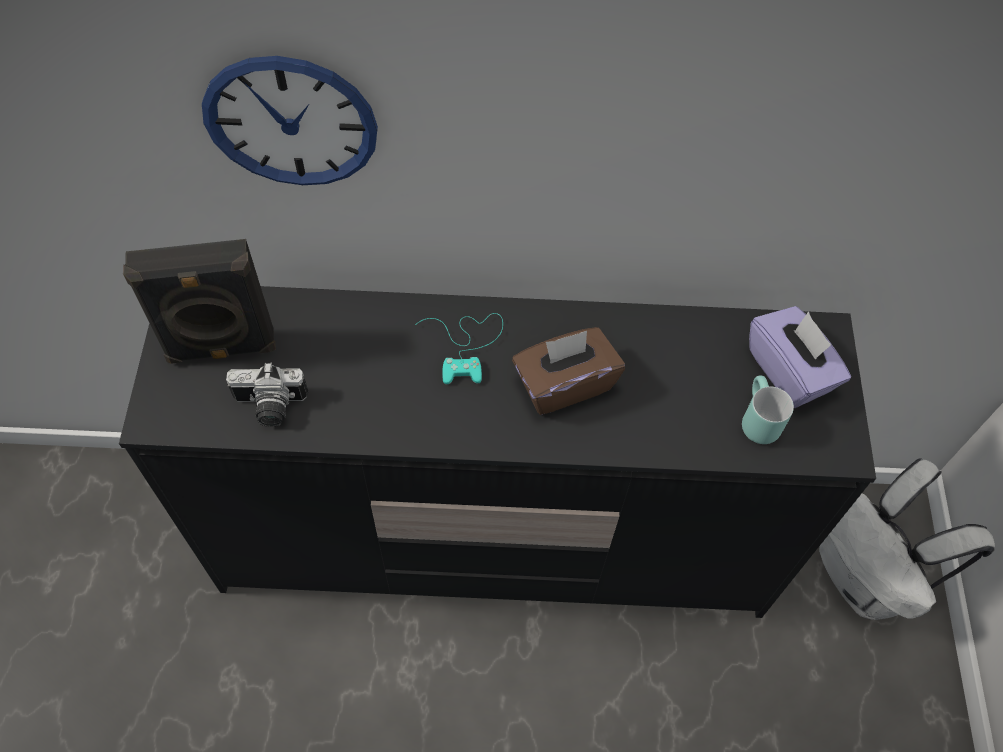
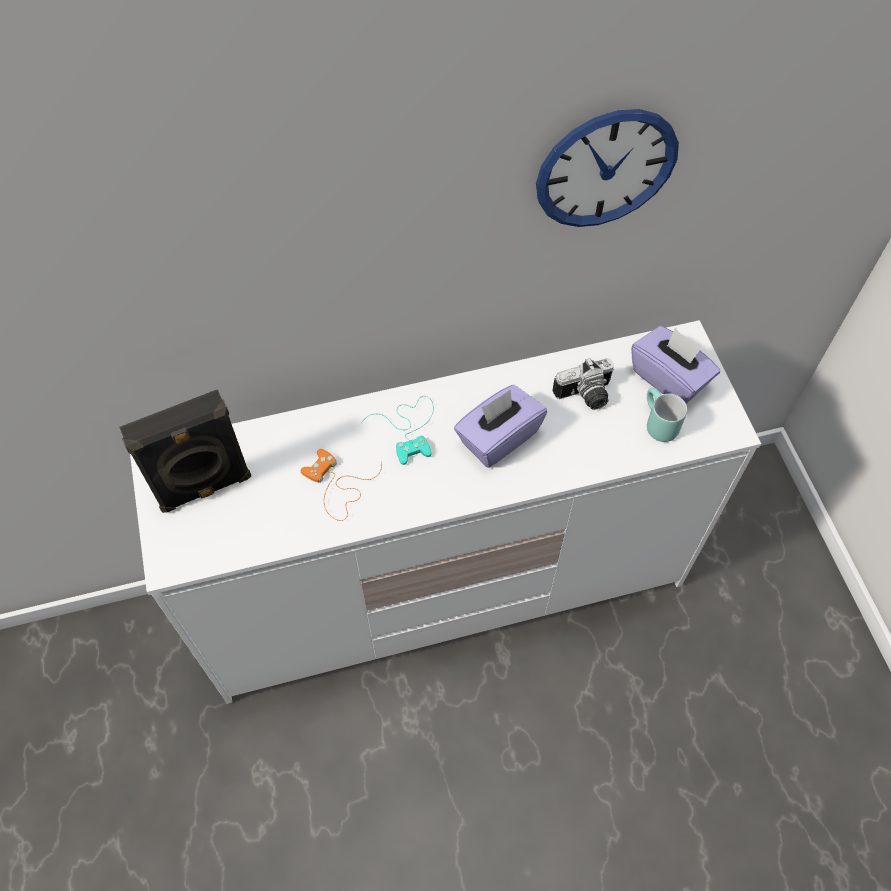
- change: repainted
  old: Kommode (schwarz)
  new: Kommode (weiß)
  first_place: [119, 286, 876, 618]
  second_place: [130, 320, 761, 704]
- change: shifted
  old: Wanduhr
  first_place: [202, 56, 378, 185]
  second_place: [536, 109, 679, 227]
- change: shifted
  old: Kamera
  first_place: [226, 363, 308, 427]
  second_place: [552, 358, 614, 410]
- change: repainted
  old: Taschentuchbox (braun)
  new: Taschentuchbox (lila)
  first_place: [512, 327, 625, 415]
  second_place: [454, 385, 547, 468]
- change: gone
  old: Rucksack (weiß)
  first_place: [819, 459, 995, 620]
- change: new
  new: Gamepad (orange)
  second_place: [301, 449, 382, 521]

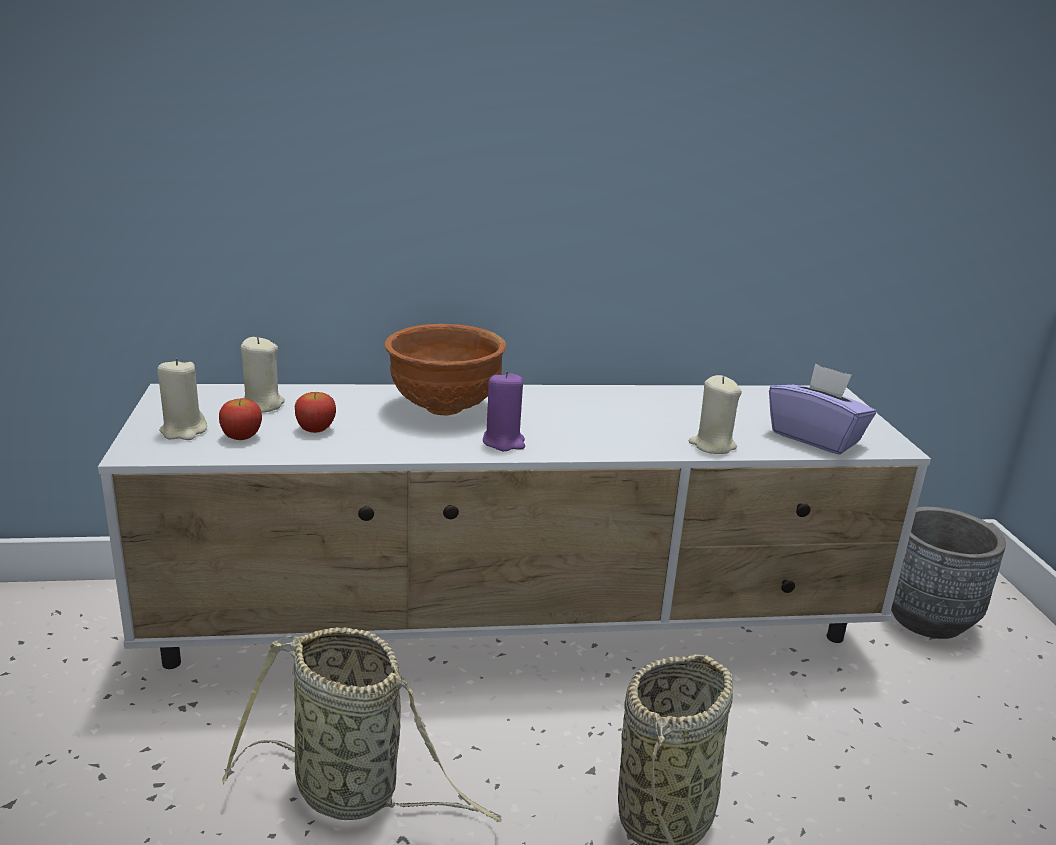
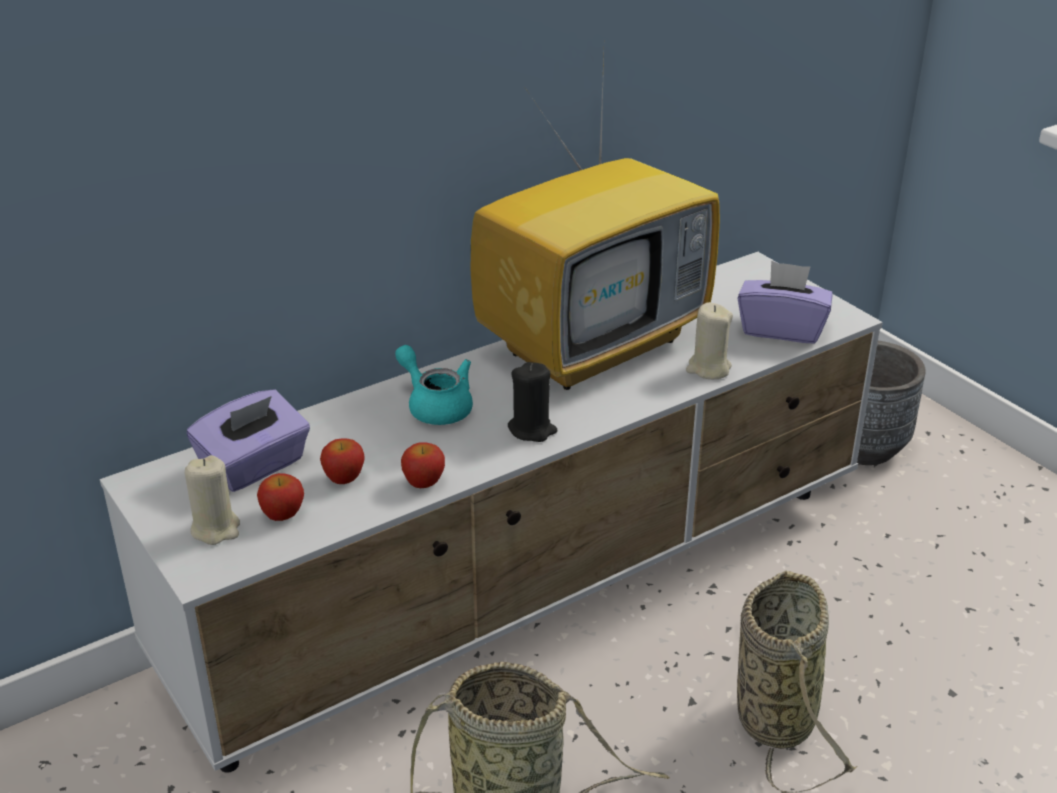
- change: swapped
  old: Kerze (beige)
  new: Taschentuchbox (lila)
  first_place: [241, 337, 285, 412]
  second_place: [187, 389, 310, 492]
- change: swapped
  old: Schüssel (braun)
  new: Teekanne (türkis)
  first_place: [385, 324, 506, 416]
  second_place: [395, 345, 473, 425]
- change: repainted
  old: Kerze (lila)
  new: Kerze (schwarz)
  first_place: [483, 371, 525, 451]
  second_place: [508, 362, 557, 442]
- change: new
  new: Apfel
  second_place: [401, 442, 445, 488]
- change: new
  new: Fernseher
  second_place: [471, 55, 720, 390]

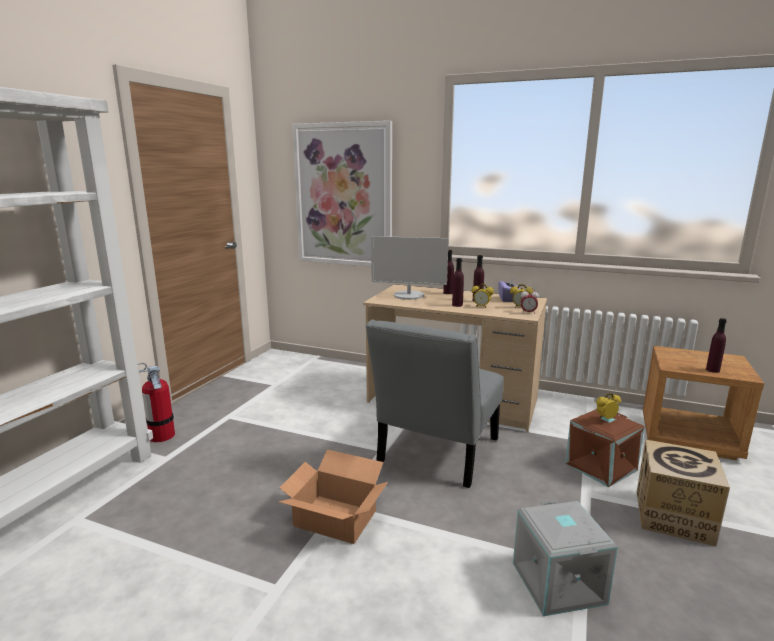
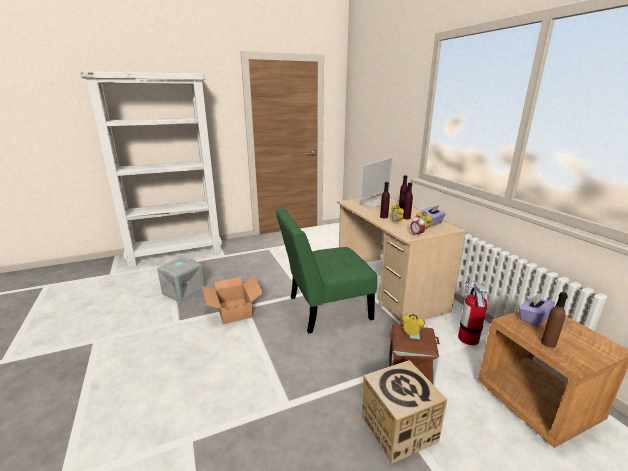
- change: shifted
  old: Feuerlöscher
  first_place: [137, 363, 175, 442]
  second_place: [458, 280, 488, 345]
- change: gone
  old: Bild
  first_place: [292, 121, 392, 267]
- change: repainted
  old: Stuhl (grau)
  new: Stuhl (grün)
  first_place: [366, 319, 504, 488]
  second_place: [276, 208, 377, 333]
- change: rotated
  old: Monitor
  first_place: [371, 236, 449, 300]
  second_place: [360, 158, 392, 207]
  degrees: -105
- change: shifted
  old: Aufbewahrungsbox (grau)
  first_place: [513, 501, 618, 616]
  second_place: [157, 257, 204, 303]
- change: repainted
  old: Flasche (lila)
  new: Flasche (braun)
  first_place: [706, 318, 727, 373]
  second_place: [541, 292, 568, 348]
- change: new
  new: Taschentuchbox (lila)
  second_place: [519, 293, 555, 327]

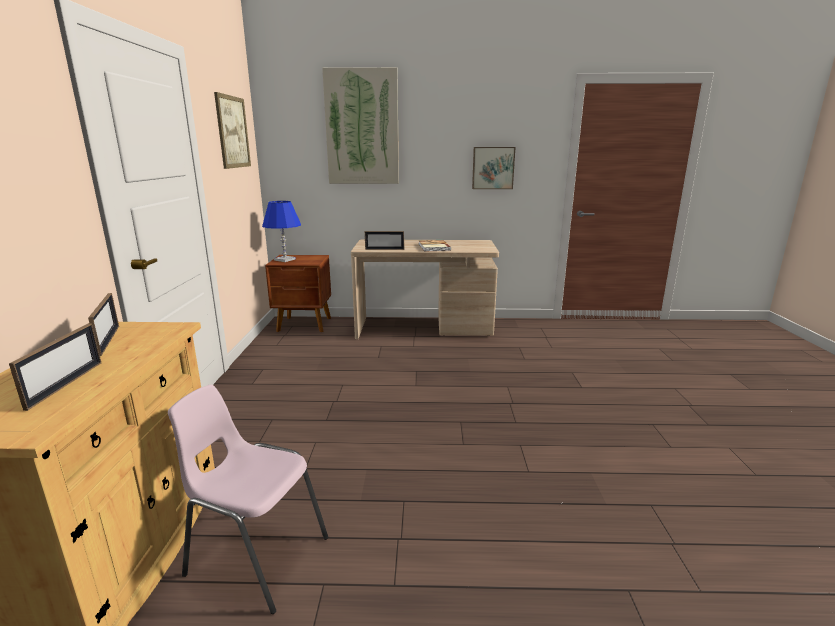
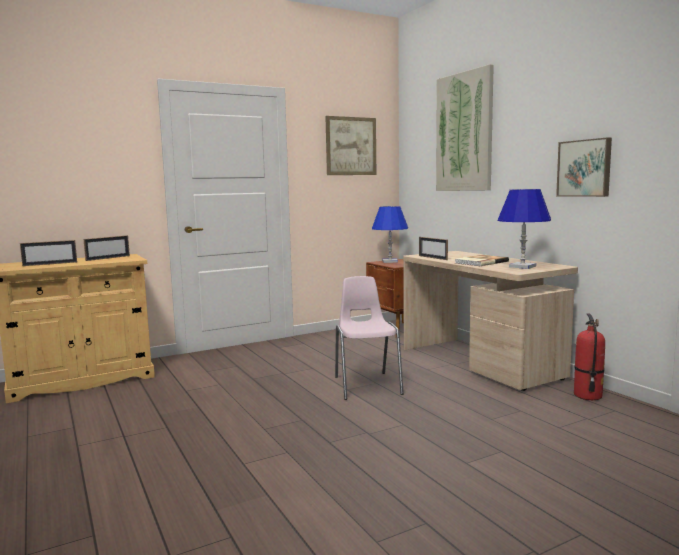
- change: shifted
  old: Stuhl (rosa)
  first_place: [168, 384, 328, 614]
  second_place: [335, 276, 404, 400]
- change: new
  new: Tischlampe (blau)
  second_place: [498, 189, 551, 269]
- change: new
  new: Feuerlöscher
  second_place: [574, 313, 605, 400]

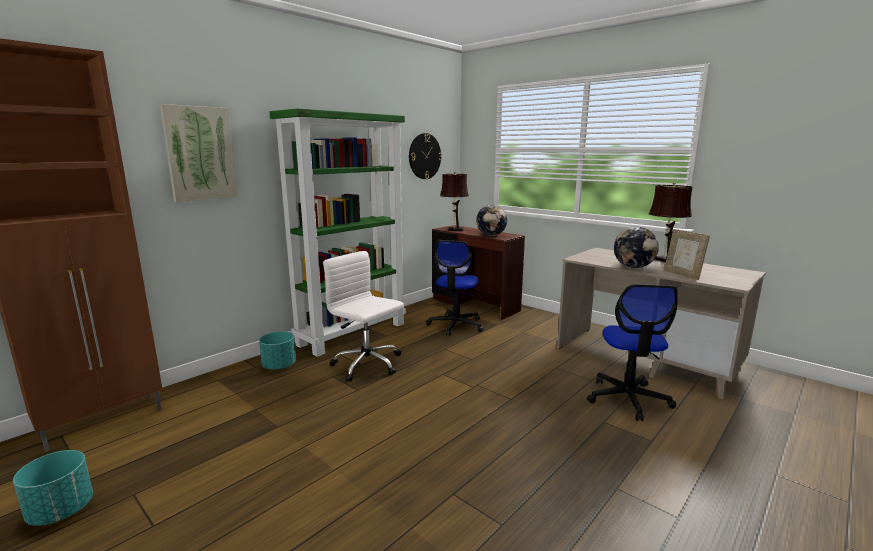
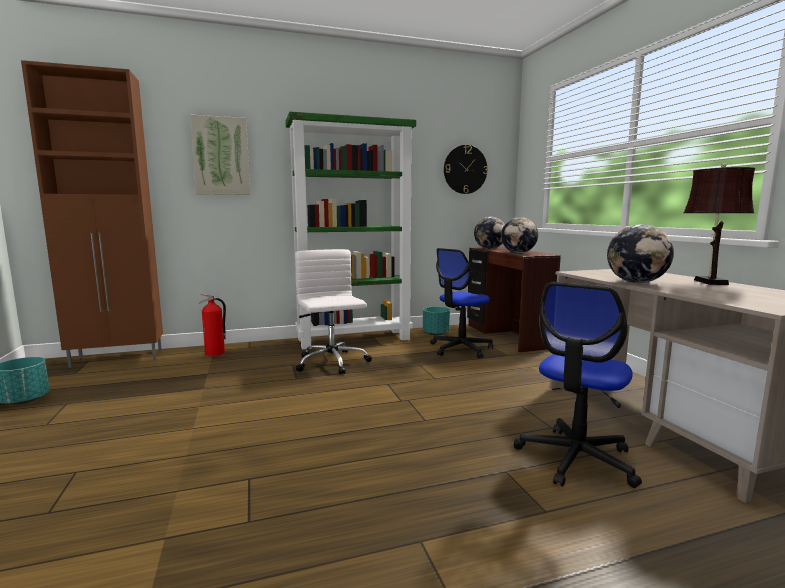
- change: shifted
  old: Pflanzkübel (türkis)
  first_place: [259, 331, 296, 370]
  second_place: [423, 307, 450, 336]
- change: swapped
  old: Tischlampe (braun)
  new: Globus
  first_place: [440, 171, 469, 231]
  second_place: [474, 216, 505, 249]
- change: gone
  old: Bilderrahmen
  first_place: [664, 229, 710, 280]
- change: new
  new: Feuerlöscher
  second_place: [199, 293, 226, 356]

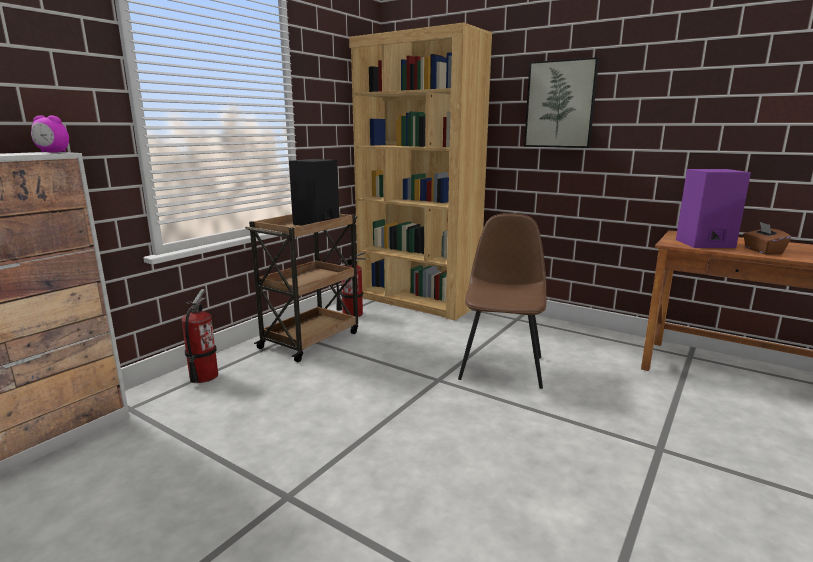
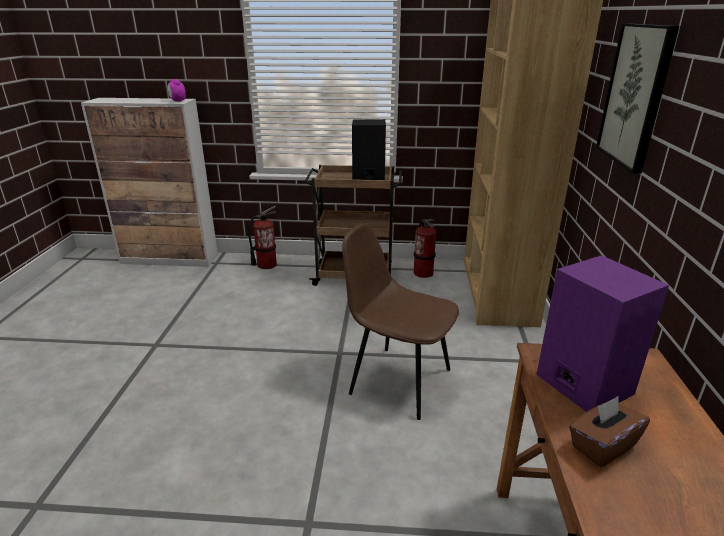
- change: rotated
  old: Stuhl (braun)
  first_place: [458, 213, 547, 389]
  second_place: [342, 222, 459, 420]
  degrees: -135

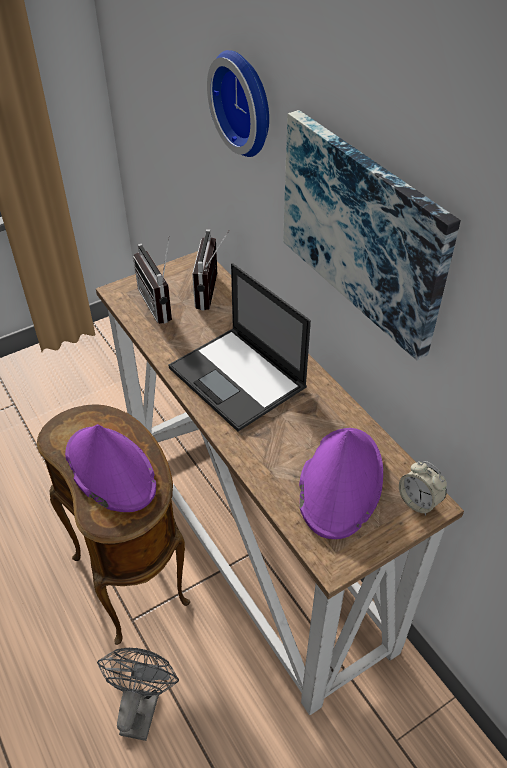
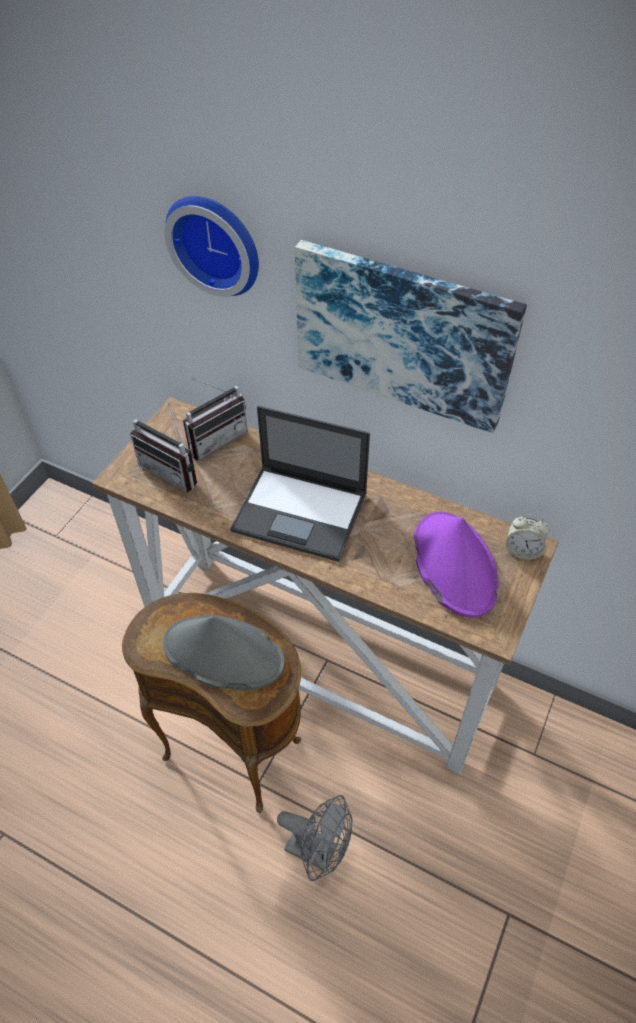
- change: repainted
  old: Hut (lila)
  new: Hut (grau)
  first_place: [65, 424, 156, 512]
  second_place: [163, 615, 285, 691]
- change: rotated
  old: Ventilator (grau)
  first_place: [97, 648, 179, 741]
  second_place: [277, 795, 352, 881]
  degrees: 135
- change: rotated
  old: Radio
  first_place: [192, 229, 229, 311]
  second_place: [183, 377, 248, 461]
  degrees: -105

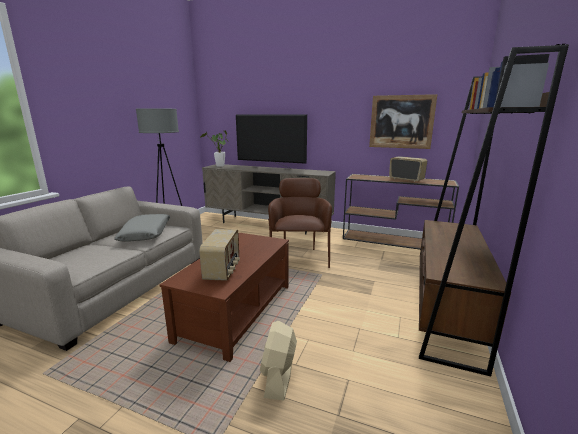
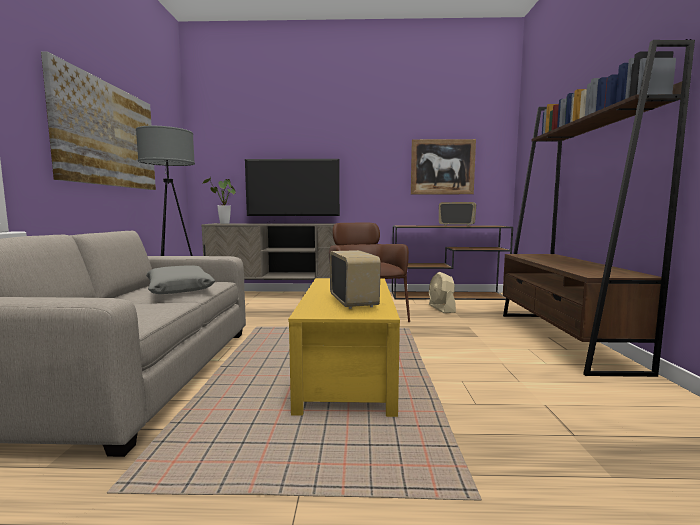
- change: repainted
  old: Couchtisch (braun)
  new: Couchtisch (gelb)
  first_place: [160, 233, 289, 362]
  second_place: [288, 278, 400, 417]
- change: shifted
  old: Ventilator (beige)
  first_place: [260, 321, 297, 401]
  second_place: [429, 272, 456, 313]
- change: new
  new: Bild
  second_place: [41, 52, 156, 190]

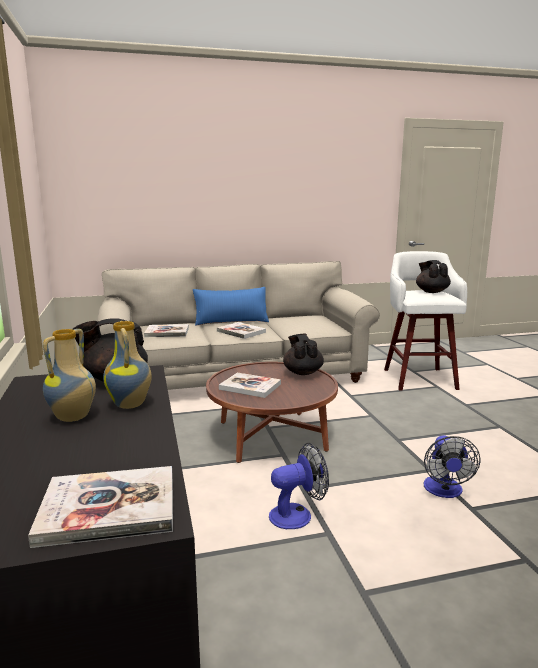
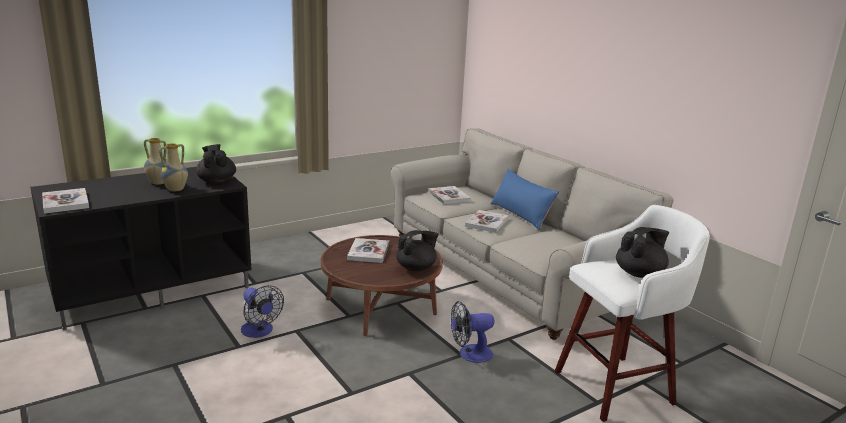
- change: shifted
  old: Ventilator
  first_place: [423, 435, 481, 498]
  second_place: [451, 301, 494, 363]

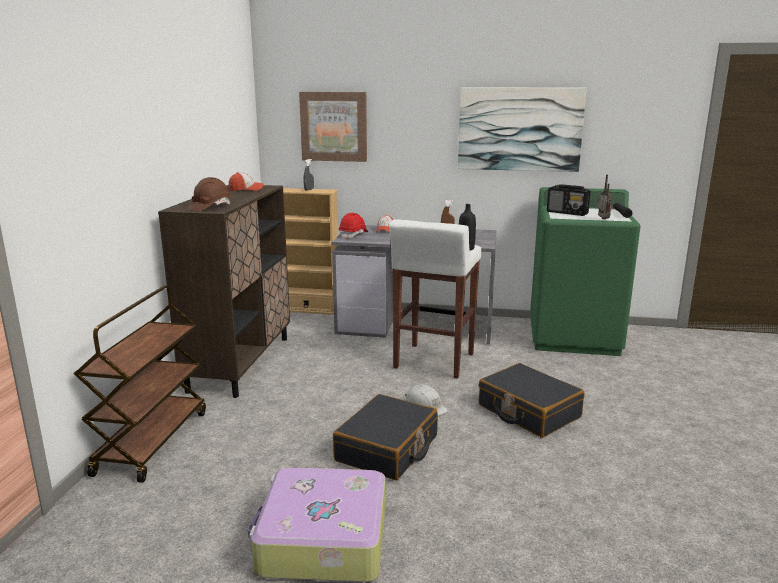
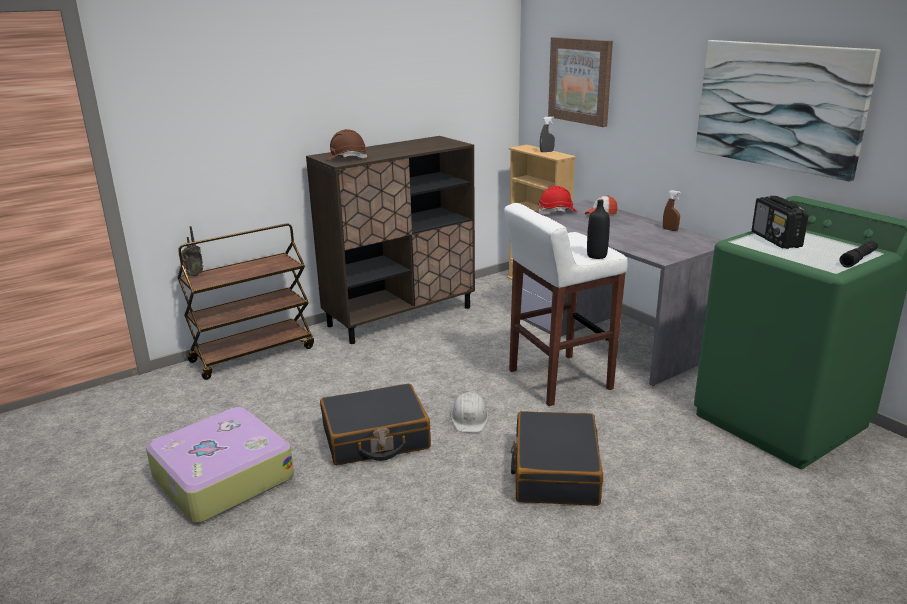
- change: gone
  old: Kappe
  first_place: [229, 172, 264, 191]
- change: shifted
  old: Radio
  first_place: [597, 175, 613, 220]
  second_place: [181, 226, 204, 277]

